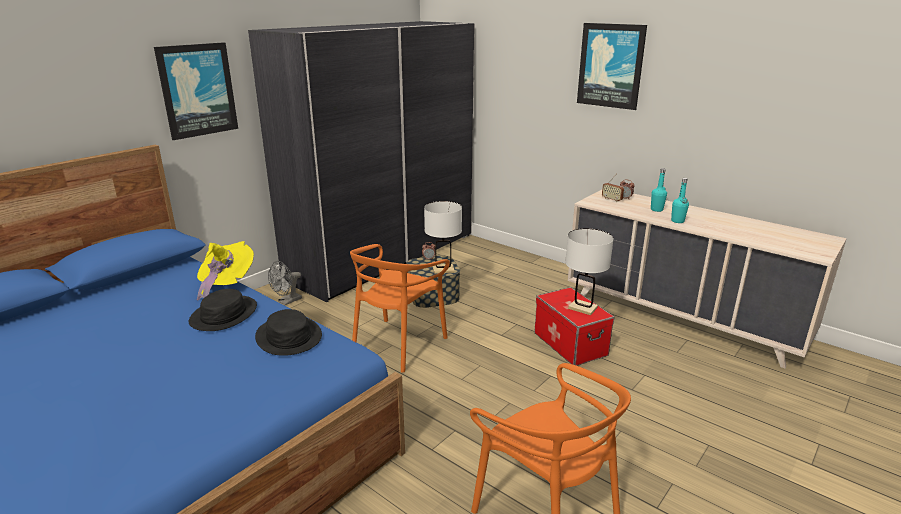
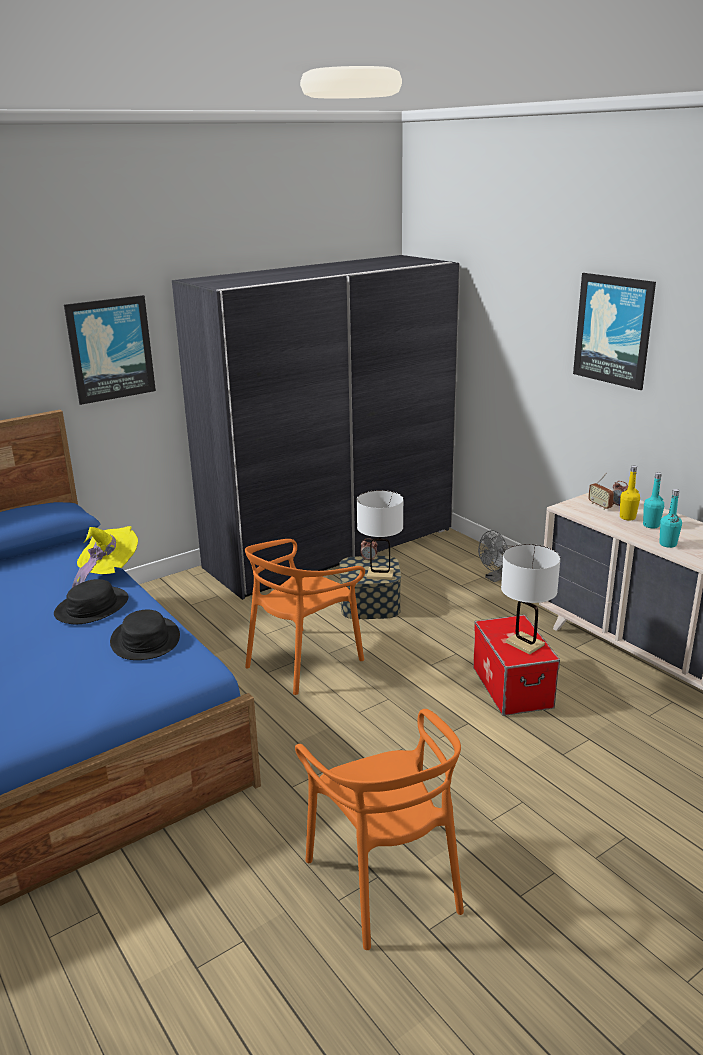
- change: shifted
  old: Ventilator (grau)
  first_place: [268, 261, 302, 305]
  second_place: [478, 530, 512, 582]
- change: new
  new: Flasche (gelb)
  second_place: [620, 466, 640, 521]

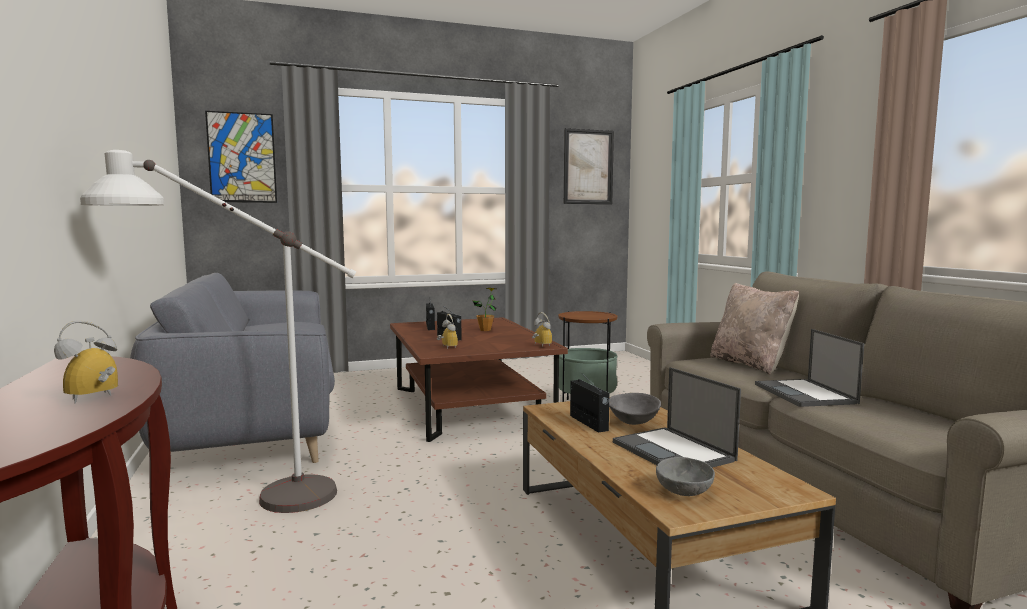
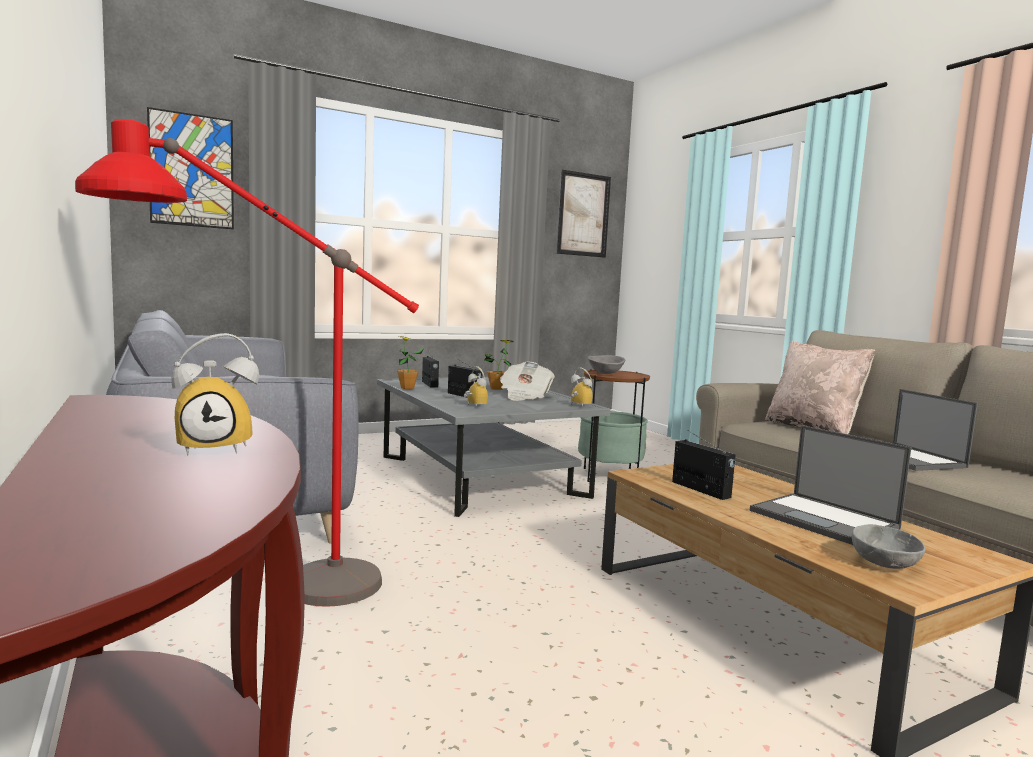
- change: rotated
  old: Wecker
  first_place: [54, 321, 118, 404]
  second_place: [171, 333, 259, 455]
  degrees: -135
- change: repainted
  old: Stehlampe (weiß)
  new: Stehlampe (rot)
  first_place: [80, 150, 356, 513]
  second_place: [75, 119, 419, 607]
- change: repainted
  old: Couchtisch (braun)
  new: Couchtisch (grau)
  first_place: [390, 317, 568, 442]
  second_place: [377, 377, 611, 517]
- change: shifted
  old: Schüssel (grau)
  first_place: [609, 393, 661, 425]
  second_place: [588, 355, 625, 374]
- change: new
  new: Topfpflanze
  second_place: [397, 336, 424, 389]
- change: new
  new: Zeitung
  second_place: [500, 361, 555, 401]

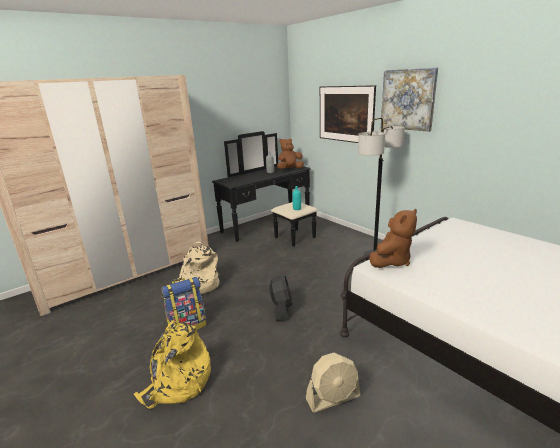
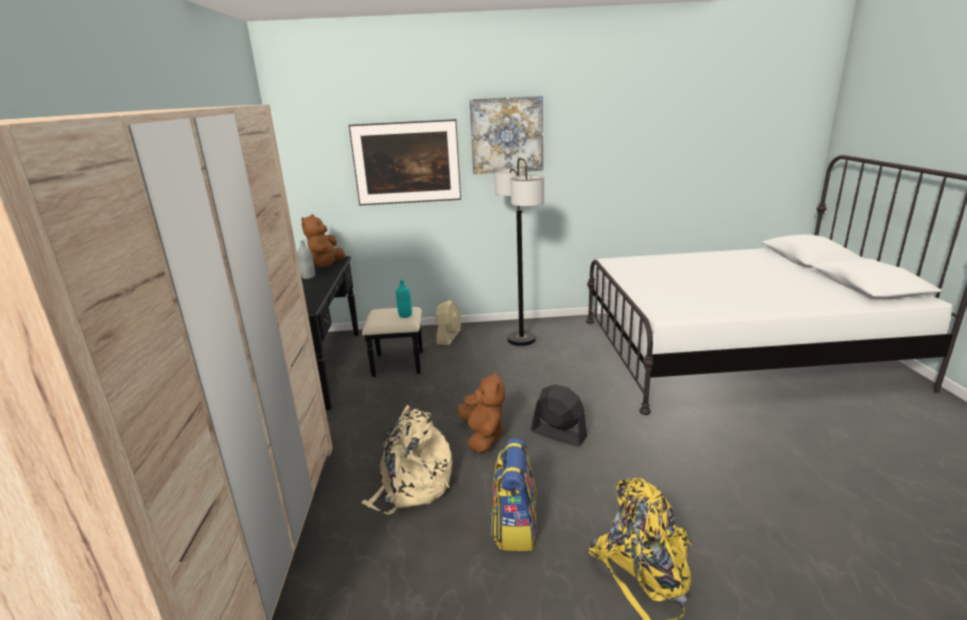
- change: shifted
  old: Ventilator (beige)
  first_place: [306, 353, 360, 413]
  second_place: [435, 300, 461, 345]
- change: shifted
  old: Plüschtier (braun)
  first_place: [369, 209, 417, 268]
  second_place: [458, 371, 505, 453]

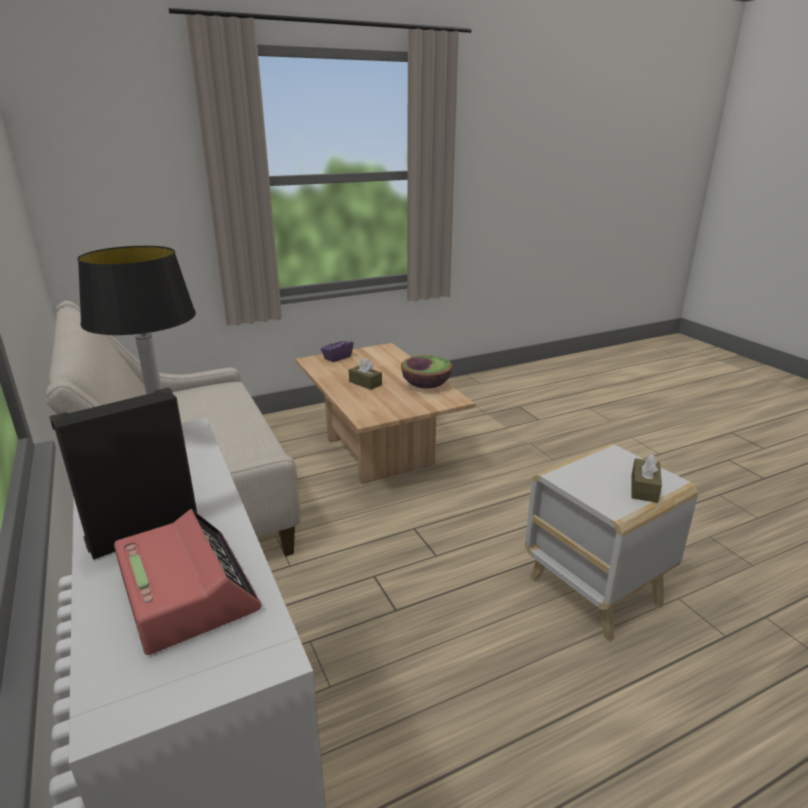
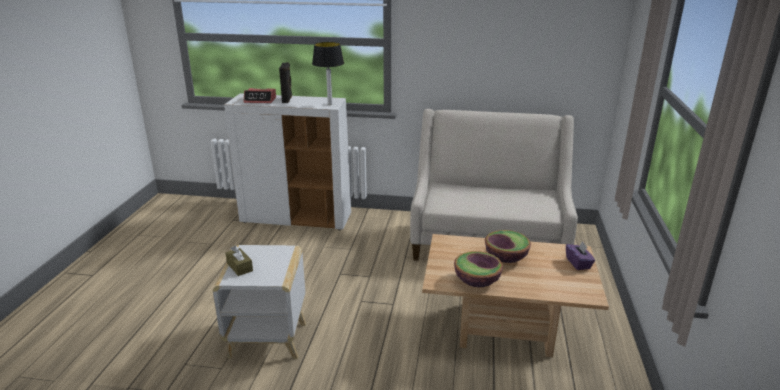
- change: swapped
  old: Taschentuchbox (braun)
  new: Schüssel
  first_place: [349, 358, 382, 390]
  second_place: [485, 230, 531, 263]

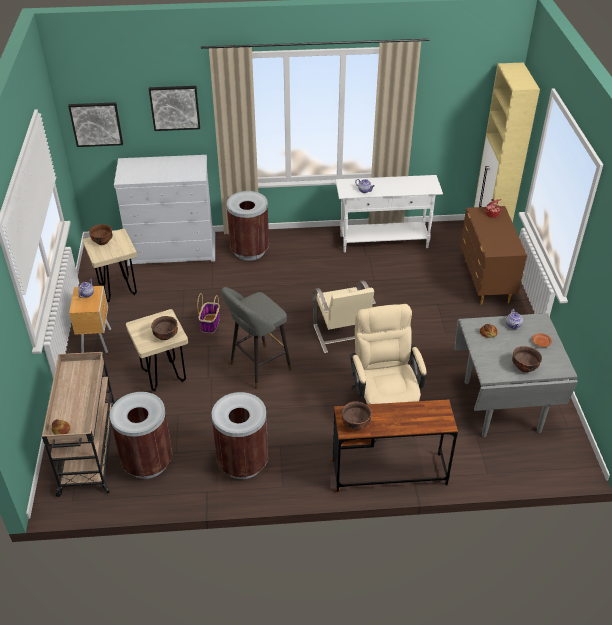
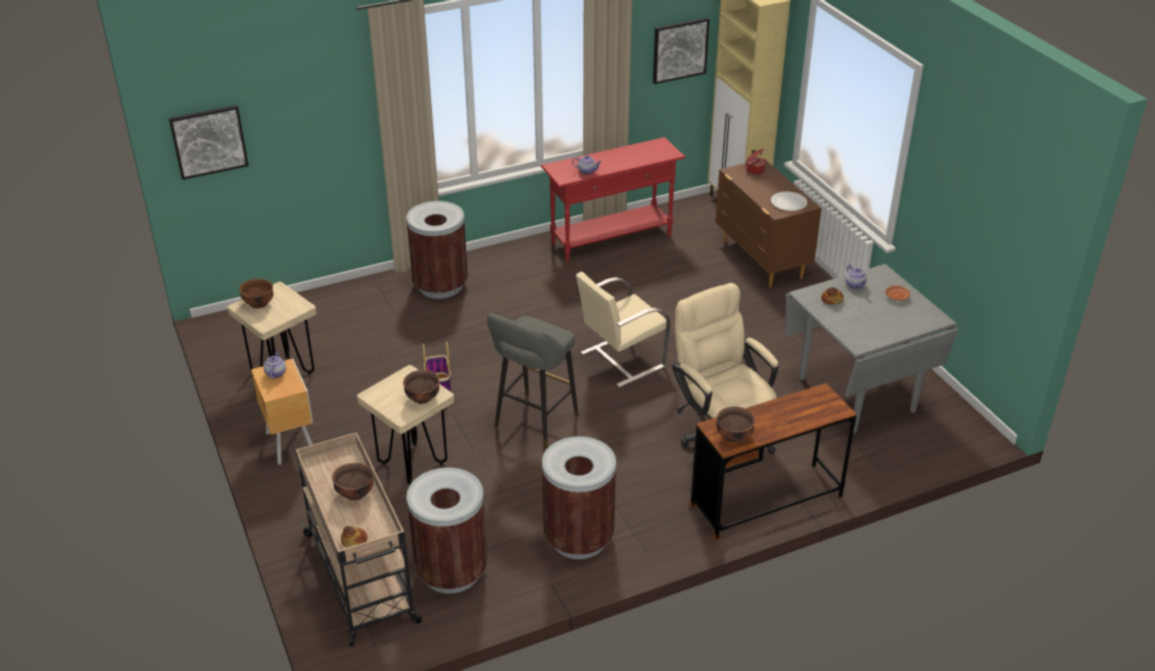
- change: gone
  old: Kommode (weiß)
  first_place: [114, 155, 215, 266]
- change: shifted
  old: Bild
  first_place: [149, 86, 200, 131]
  second_place: [653, 18, 710, 84]
- change: rotated
  old: Stuhl (beige)
  first_place: [313, 280, 376, 353]
  second_place: [576, 272, 671, 388]
  degrees: 90
- change: repainted
  old: Konsolentisch (weiß)
  new: Konsolentisch (rot)
  first_place: [335, 175, 443, 252]
  second_place: [541, 137, 686, 262]
- change: shifted
  old: Schüssel (braun)
  first_place: [512, 346, 542, 373]
  second_place: [332, 463, 374, 500]
- change: new
  new: Teller (weiß)
  second_place: [771, 192, 807, 211]

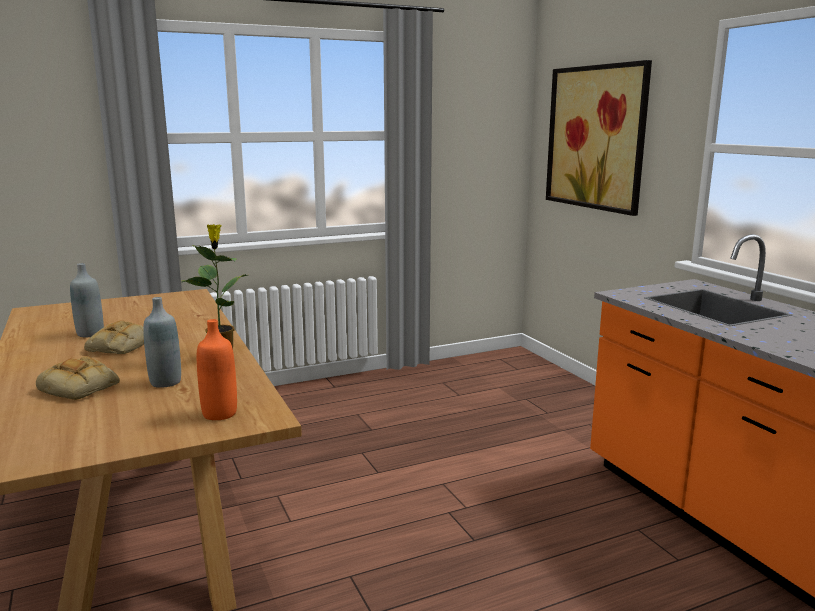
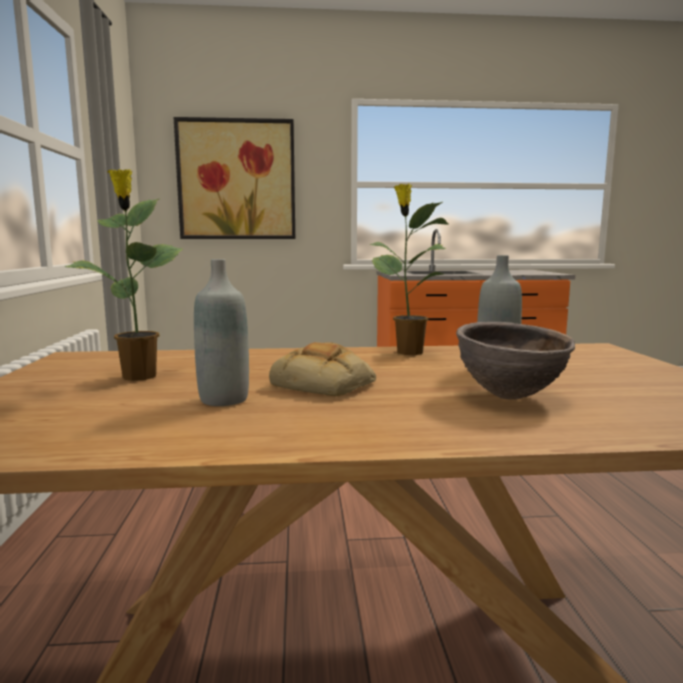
- change: swapped
  old: Brot
  new: Schüssel (braun)
  first_place: [36, 356, 120, 400]
  second_place: [456, 322, 575, 399]
- change: gone
  old: Flasche (orange)
  first_place: [197, 319, 237, 420]
- change: new
  new: Topfpflanze
  second_place: [64, 169, 183, 381]

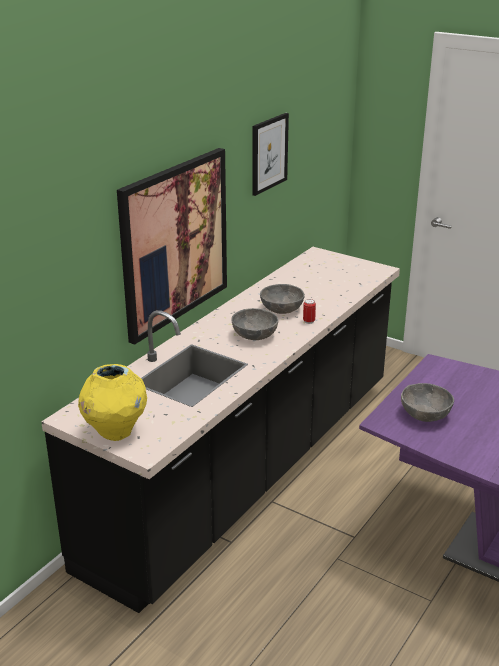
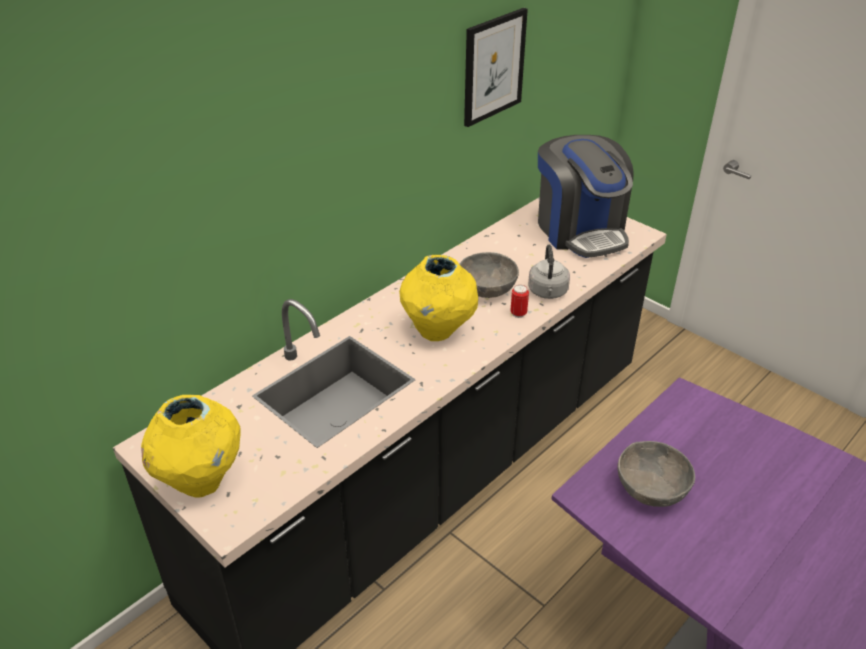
- change: gone
  old: Bild
  first_place: [117, 148, 227, 345]
- change: swapped
  old: Schüssel (grau)
  new: Vase (gelb)
  first_place: [231, 308, 278, 340]
  second_place: [399, 255, 478, 341]
- change: new
  new: Wasserkessel (grau)
  second_place: [528, 244, 570, 299]
- change: new
  new: Kaffeemaschine
  second_place: [538, 135, 634, 258]

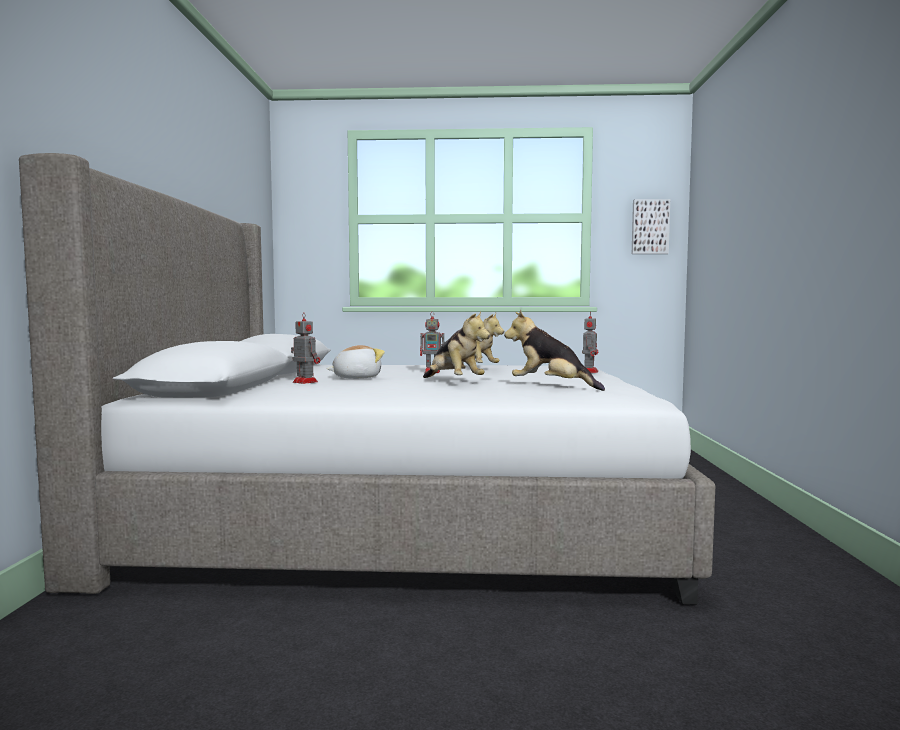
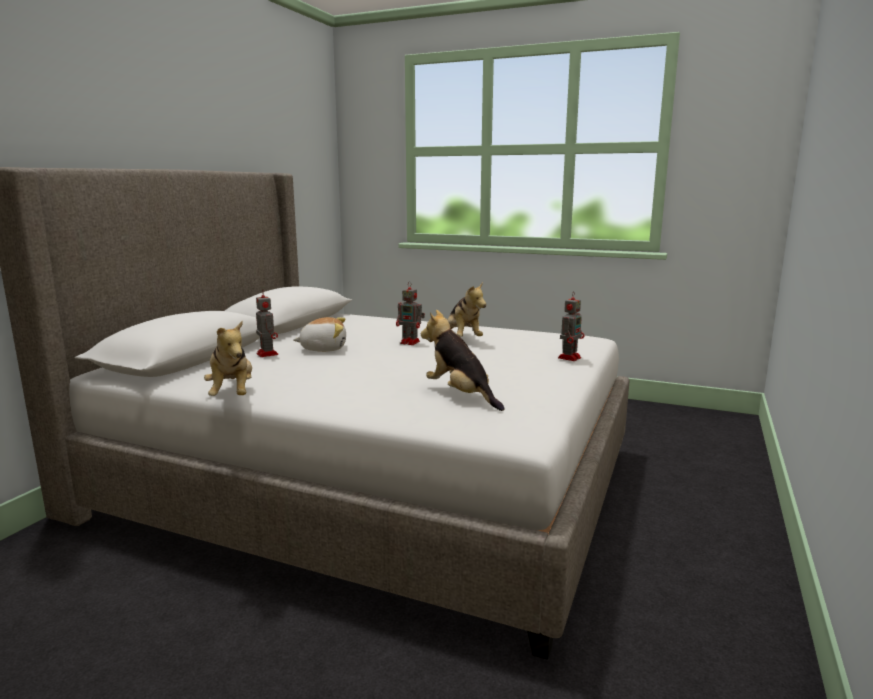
- change: shifted
  old: Plüschtier
  first_place: [423, 311, 490, 378]
  second_place: [204, 321, 252, 396]
- change: gone
  old: Bild
  first_place: [632, 199, 670, 254]

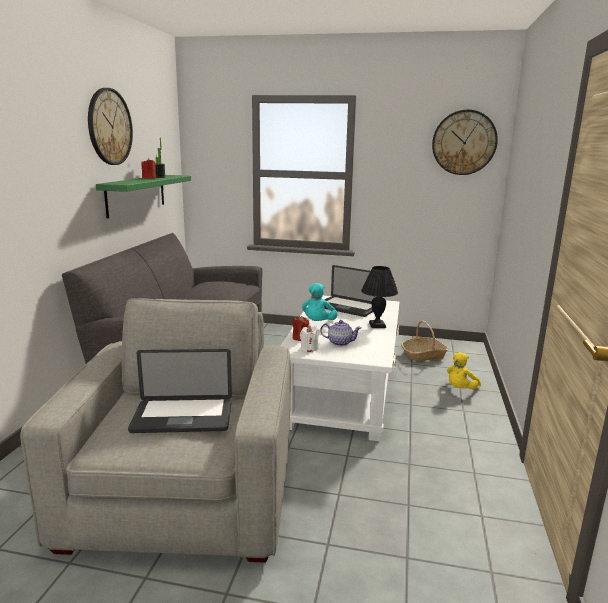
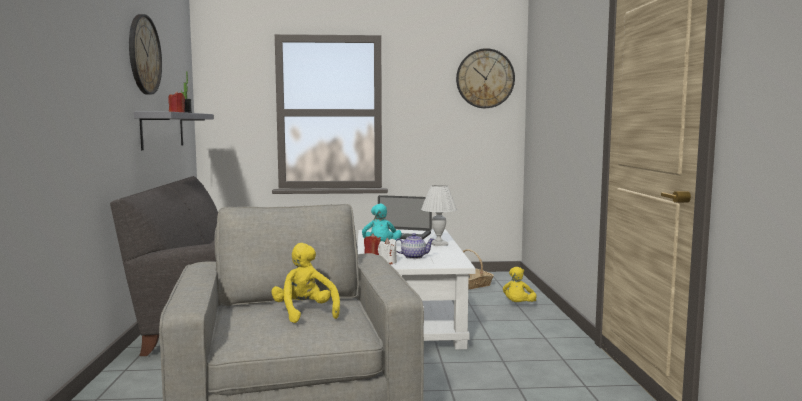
- change: repainted
  old: Wandregal (grün)
  new: Wandregal (grau)
  first_place: [96, 175, 191, 218]
  second_place: [134, 112, 214, 150]
- change: swapped
  old: Laptop
  new: Plüschtier (gelb)
  first_place: [128, 349, 232, 433]
  second_place: [271, 243, 340, 323]
- change: repainted
  old: Tischlampe (schwarz)
  new: Tischlampe (weiß)
  first_place: [361, 266, 398, 328]
  second_place: [421, 185, 457, 246]

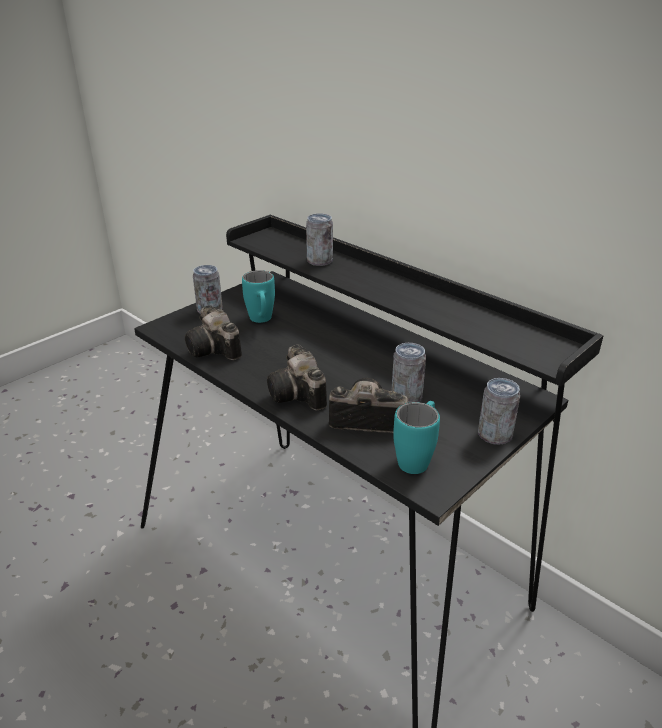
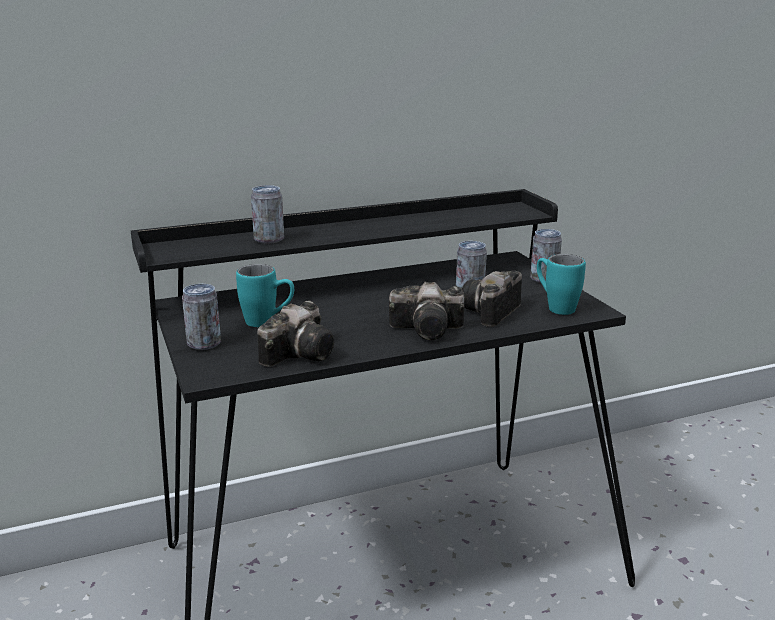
- change: rotated
  old: Kamera
  first_place: [185, 305, 242, 360]
  second_place: [257, 301, 334, 367]
  degrees: -45

